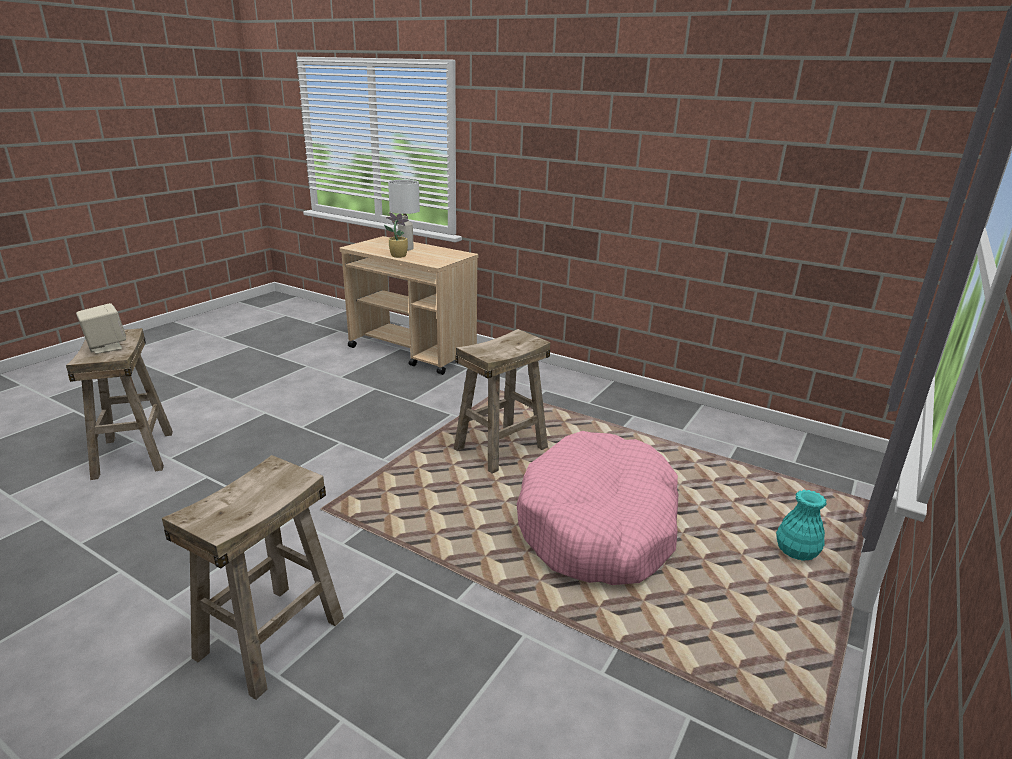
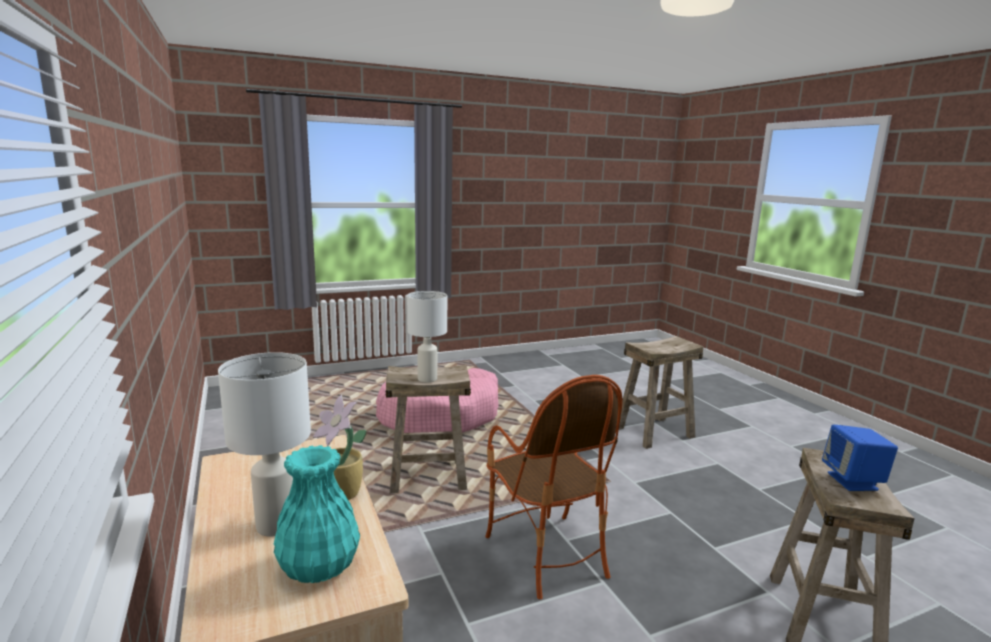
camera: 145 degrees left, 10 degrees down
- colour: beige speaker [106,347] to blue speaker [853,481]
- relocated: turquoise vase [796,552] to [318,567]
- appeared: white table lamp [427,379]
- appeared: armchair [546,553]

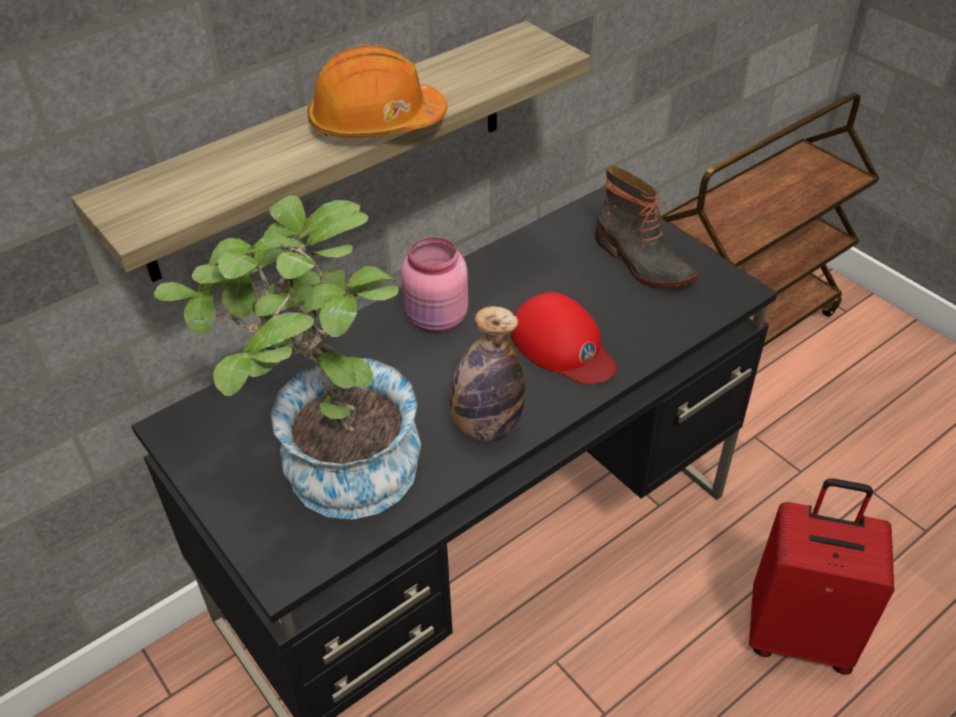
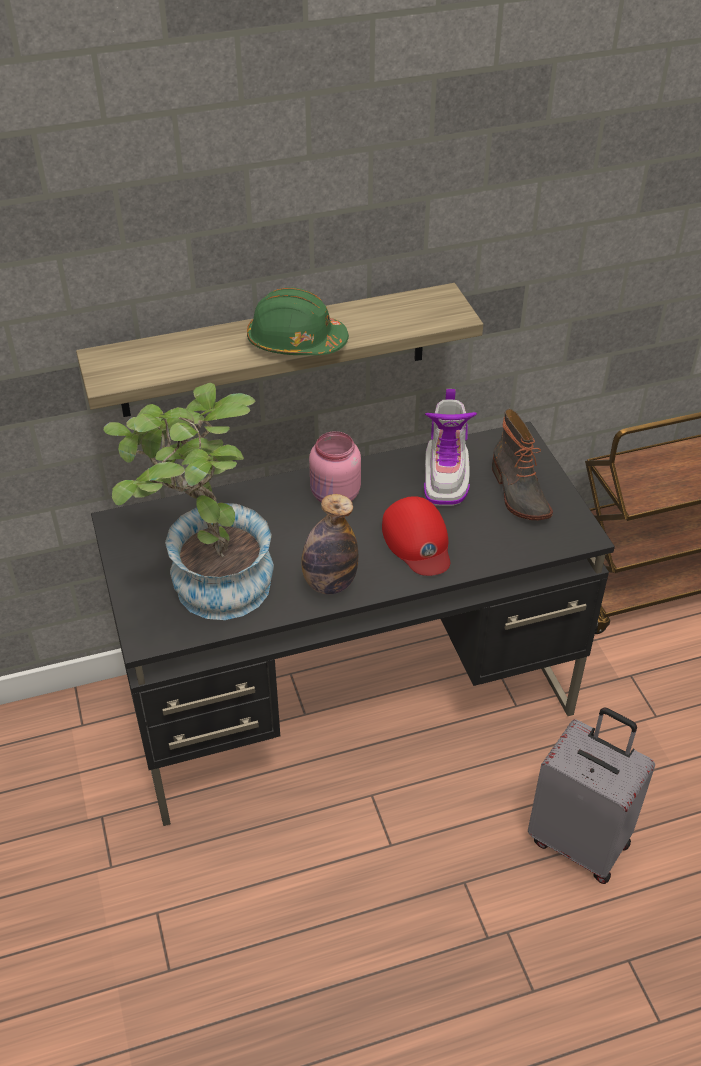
camera: 20 degrees right, 0 degrees up
- colour: orange hard hat [376,122] to green hard hat [296,342]
- colour: red suitcase [799,634] to grey suitcase [580,841]
- appeared: boot [446,476]

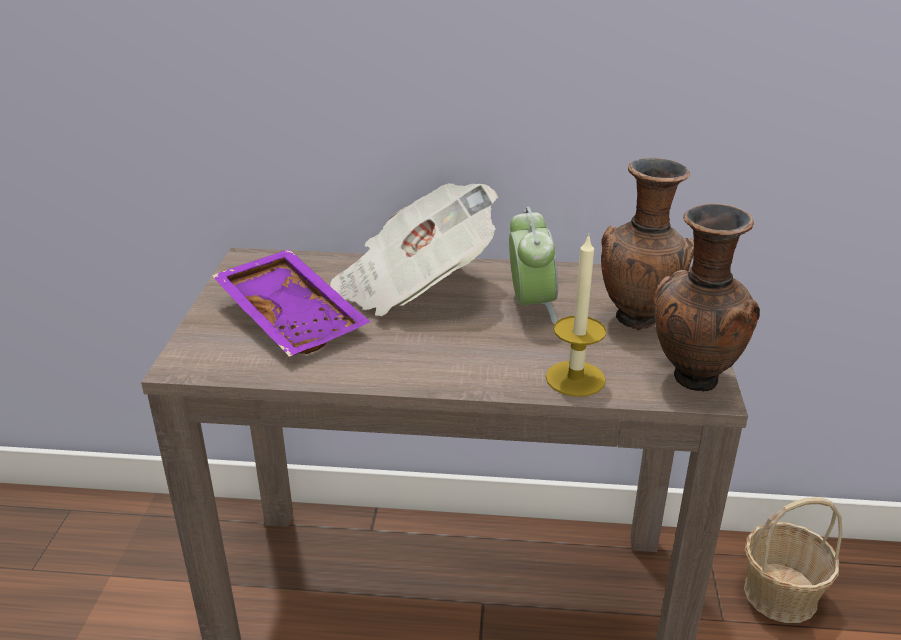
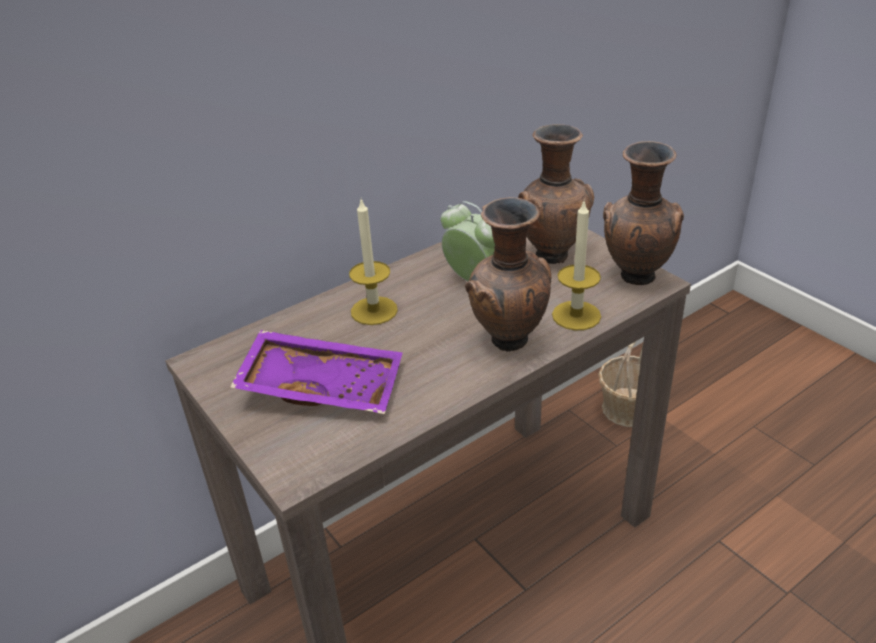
camera: 40 degrees left, 5 degrees up
- exchanged: newspaper [413,286] to candle [374,311]
- appeared: brown vase [509,343]

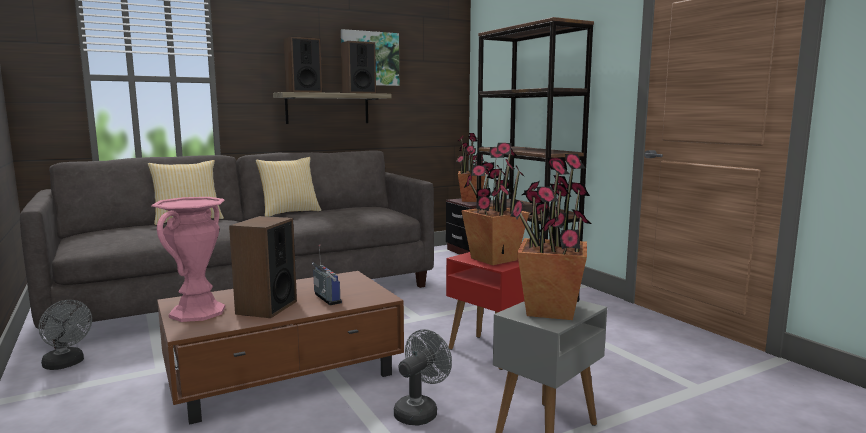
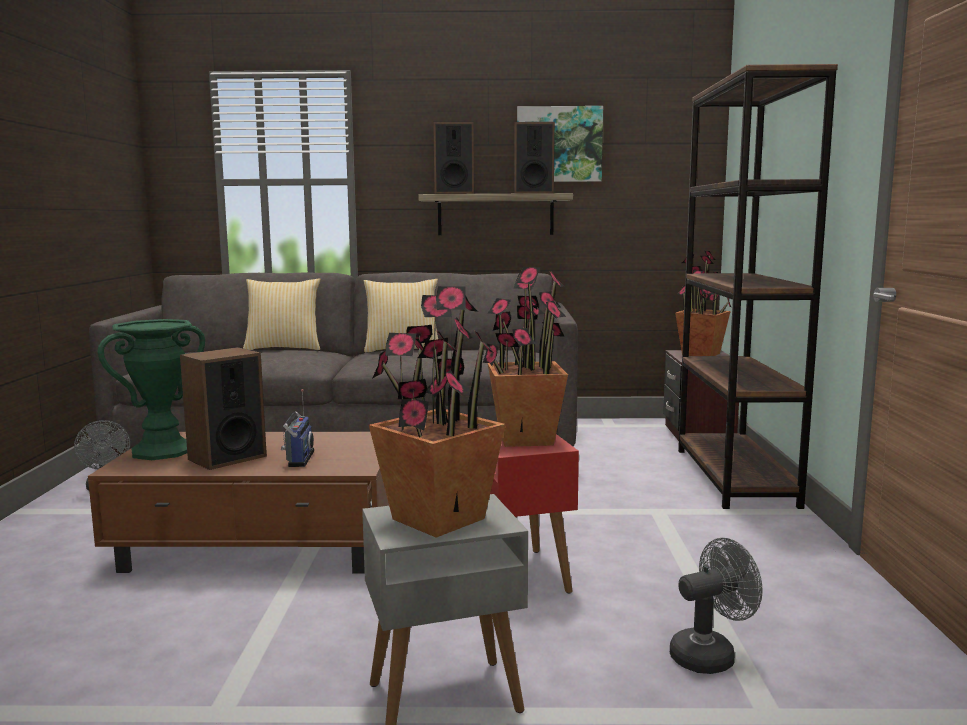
camera: 30 degrees right, 0 degrees up
- colour: pink vase [197,312] to green vase [162,451]
- relocated: grey fan [420,411] to [710,655]

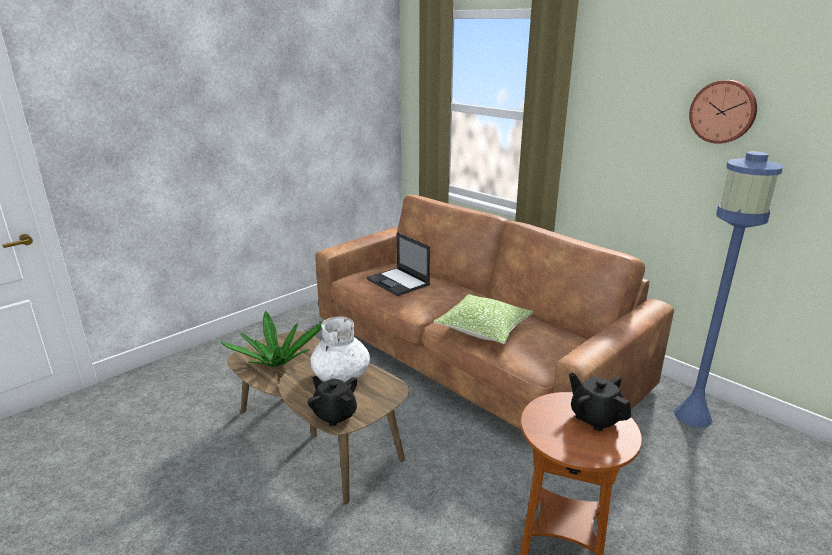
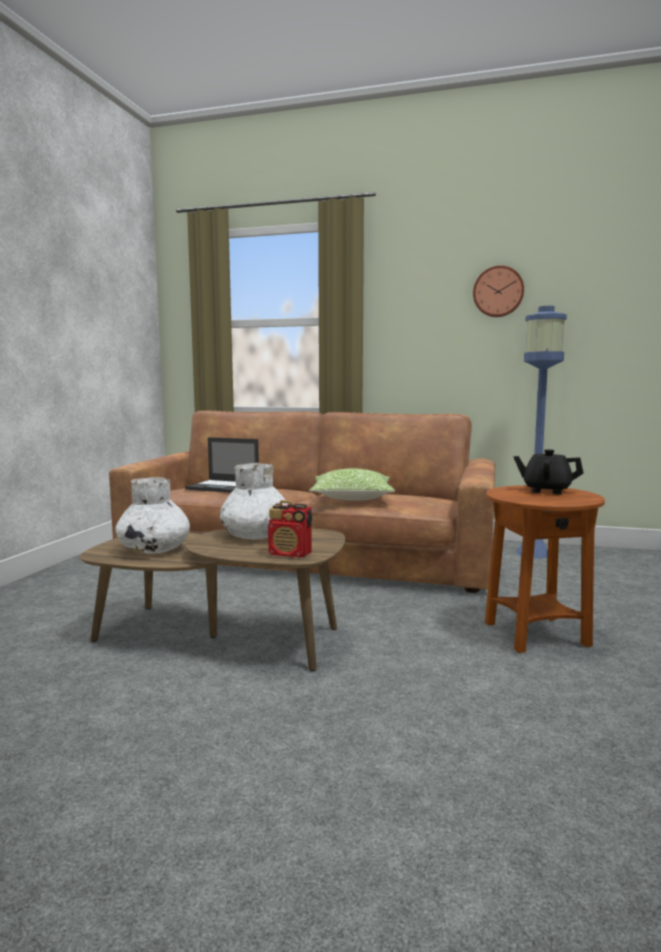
camera: 30 degrees left, 15 degrees down
- exchanged: potted plant [277,363] to white vase [154,550]
- exchanged: black teapot [334,414] to radio [290,554]

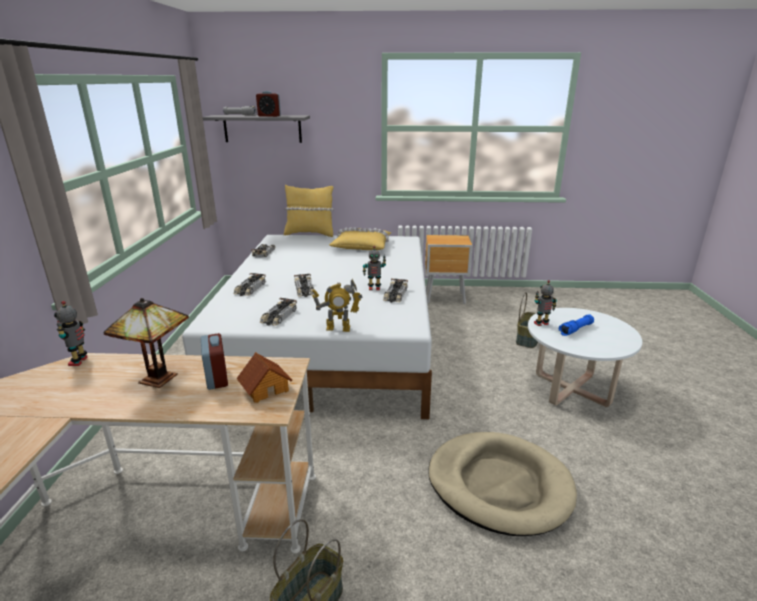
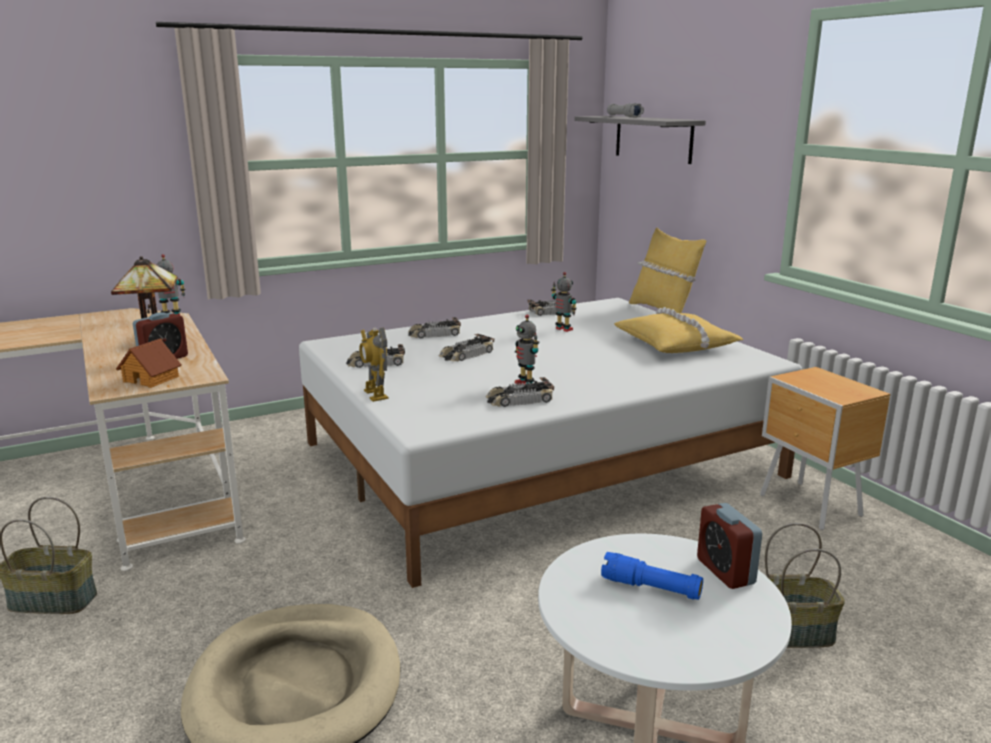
camera: 60 degrees right, 5 degrees down
- relocated: alarm clock [269,116] to [725,571]
- relocated: toy robot [541,324] to [563,329]

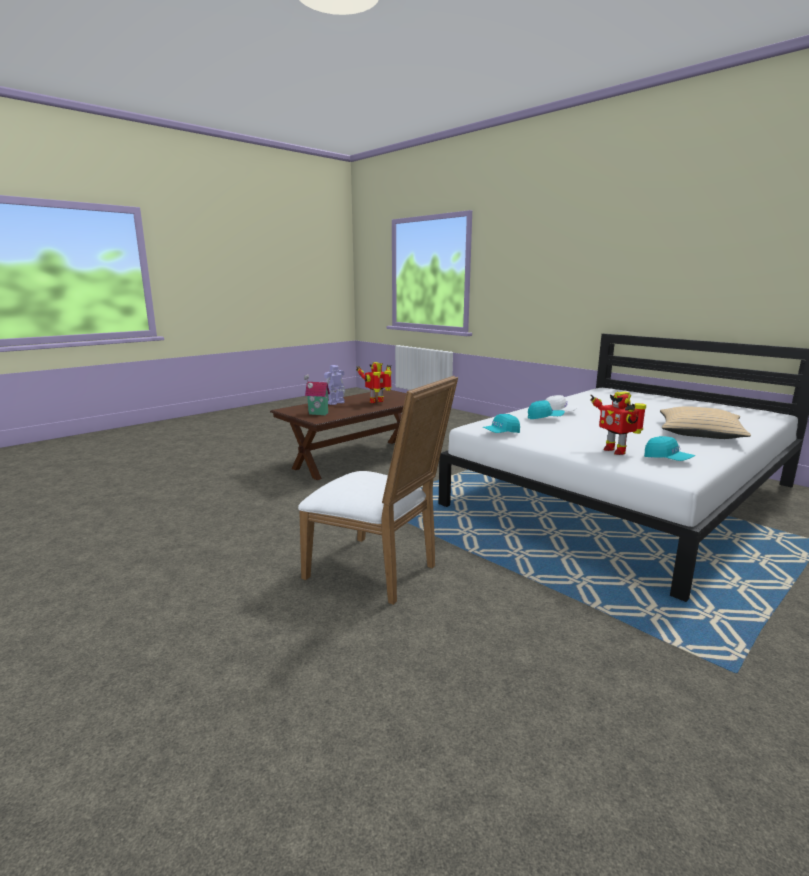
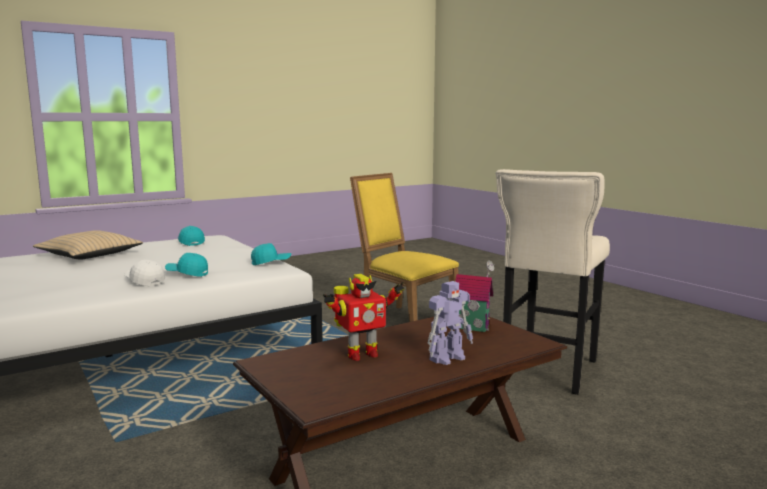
camera: 170 degrees left, 5 degrees down
- colour: white chair [378,572] to yellow chair [404,319]
- missing: toy robot [615,451]
- appeared: beige stool [547,372]

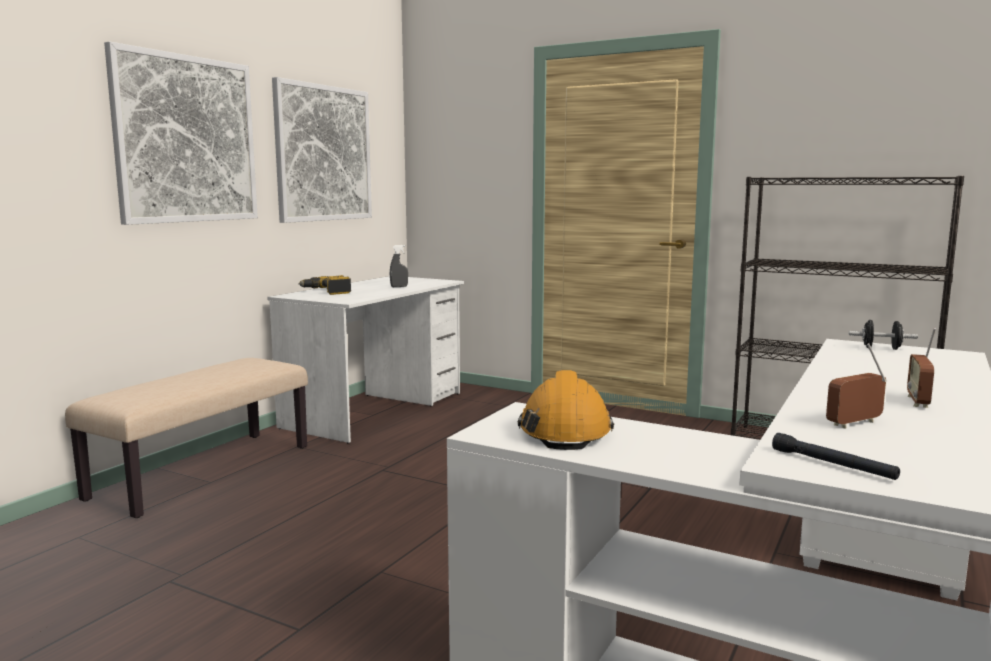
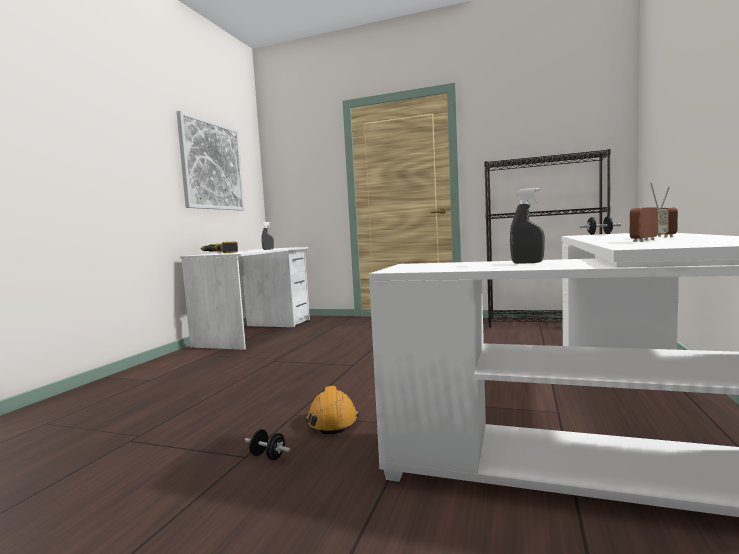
camera: 10 degrees left, 5 degrees down
- missing: beige bench [203,471]
- missing: picture [186,139]
- relocated: orange hard hat [564,431] to [332,420]
- missing: black flashlight [832,465]
- appeared: black dumbbell [268,456]
- appeared: grey spray bottle [527,263]

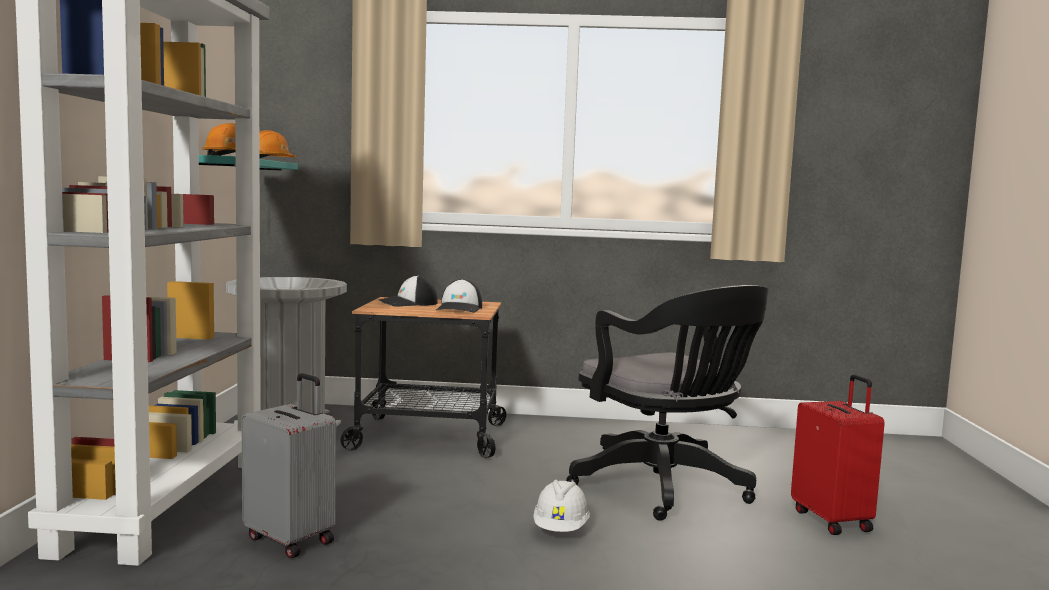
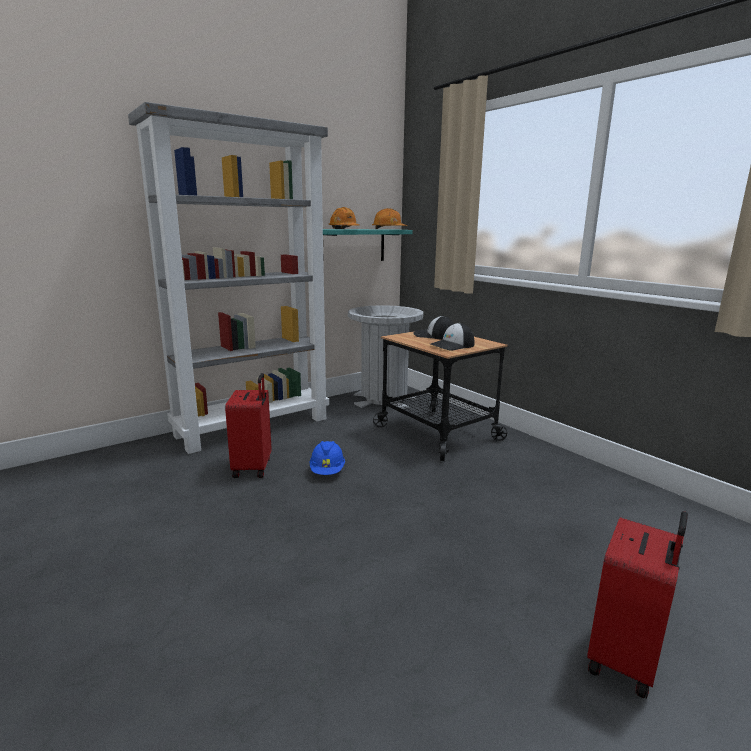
camera: 50 degrees right, 10 degrees up
- colour: grey suitcase [291,539] to red suitcase [253,468]
- missing: white hard hat [561,529]
- missing: black office chair [665,488]
- appeared: blue hard hat [327,471]

